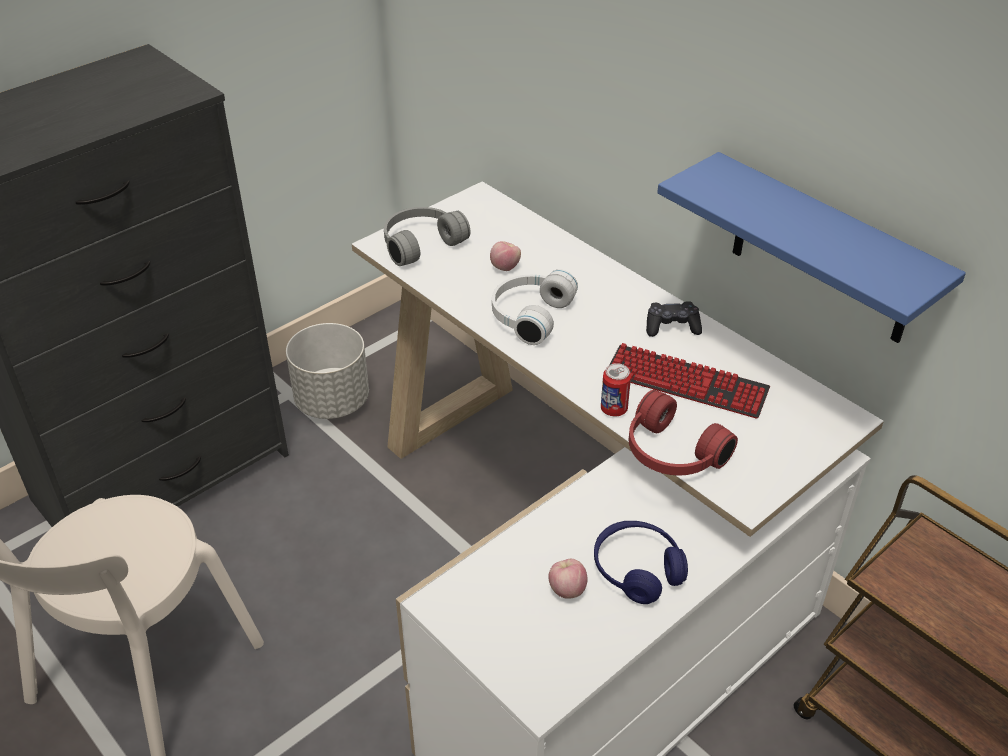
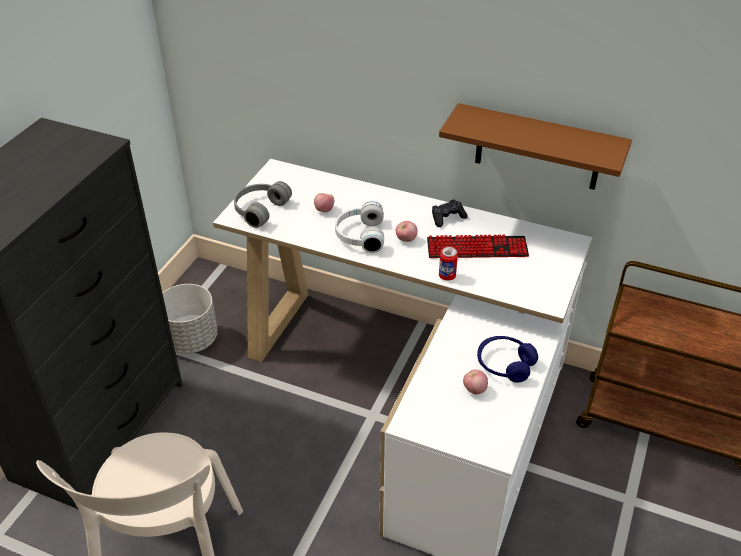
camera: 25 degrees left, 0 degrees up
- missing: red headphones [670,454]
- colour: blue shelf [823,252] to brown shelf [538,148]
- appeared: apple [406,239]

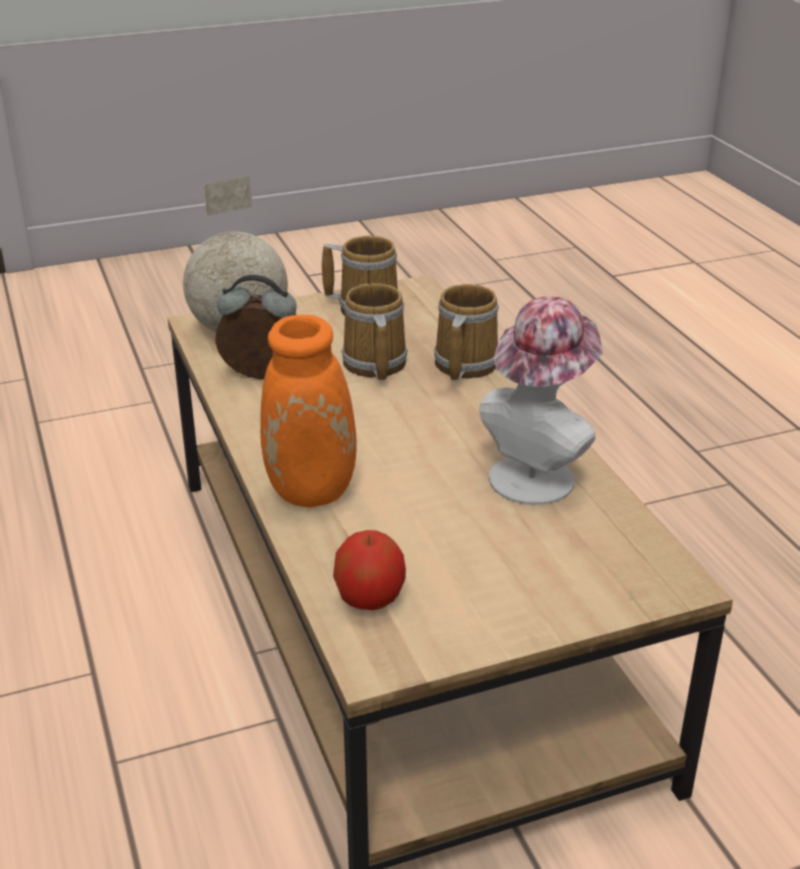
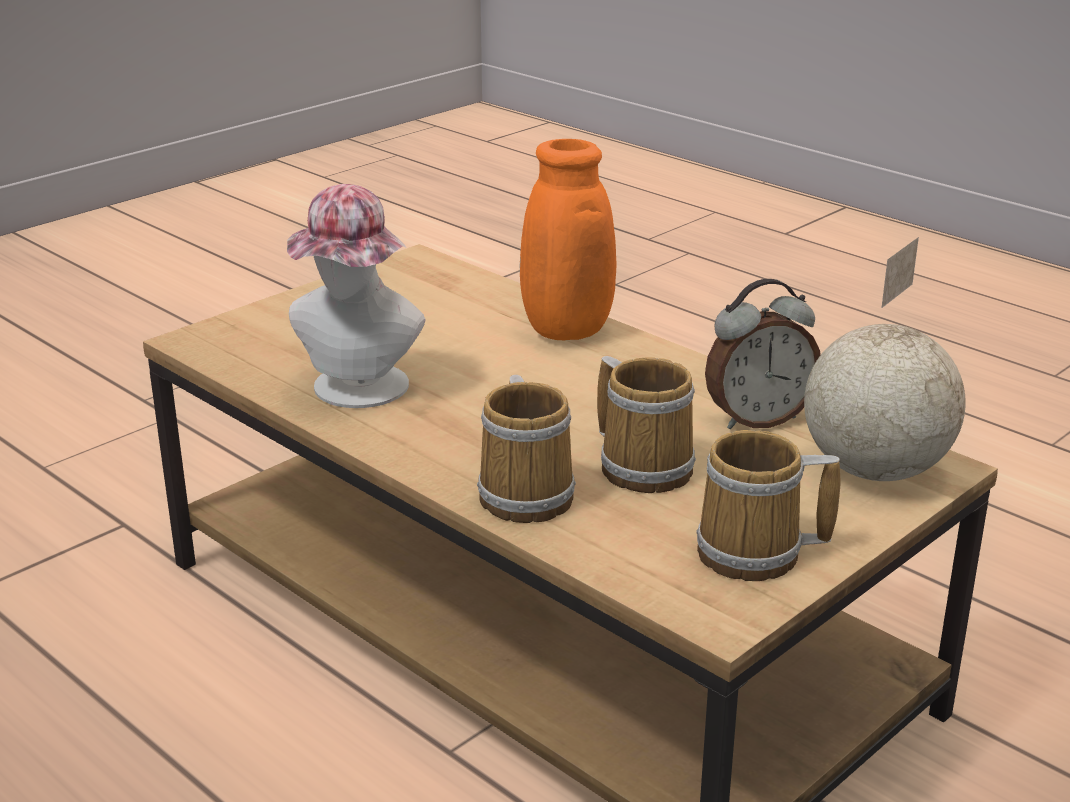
camera: 155 degrees right, 5 degrees down
- missing: apple [370,599]

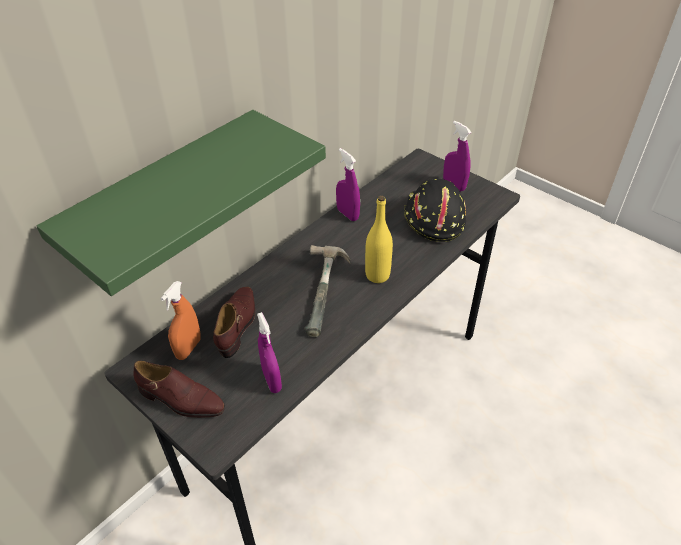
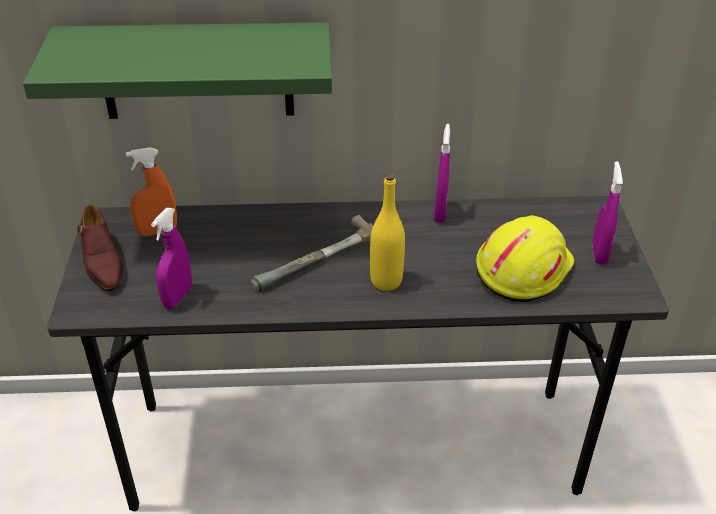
camera: 45 degrees right, 5 degrees down
- missing: brown shoe [238,324]
- colour: black hard hat [432,218] to yellow hard hat [522,269]

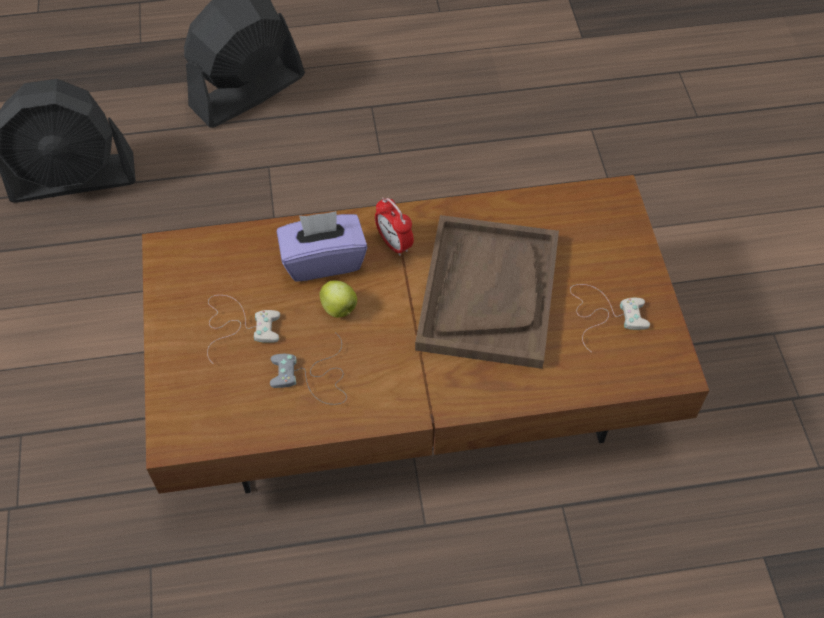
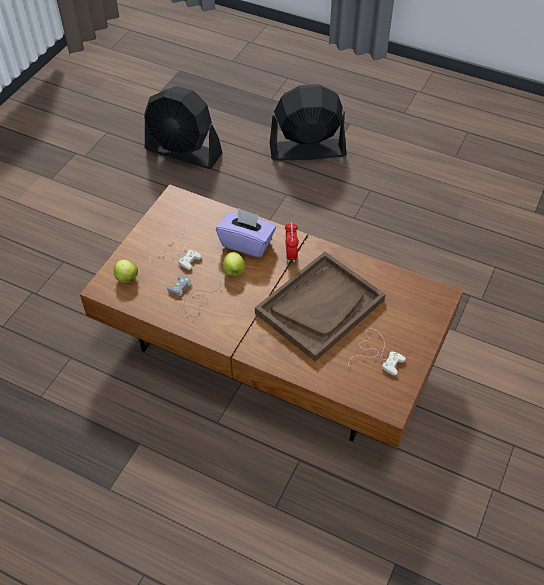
camera: 35 degrees right, 5 degrees down
- appeared: apple [126,278]

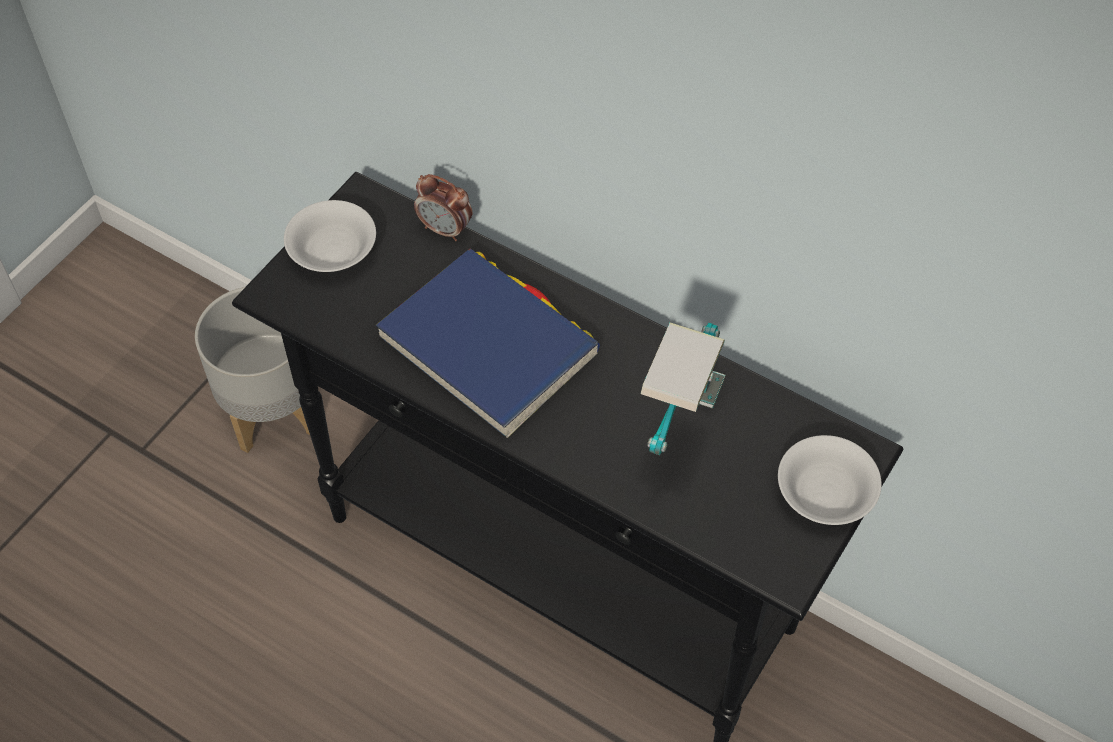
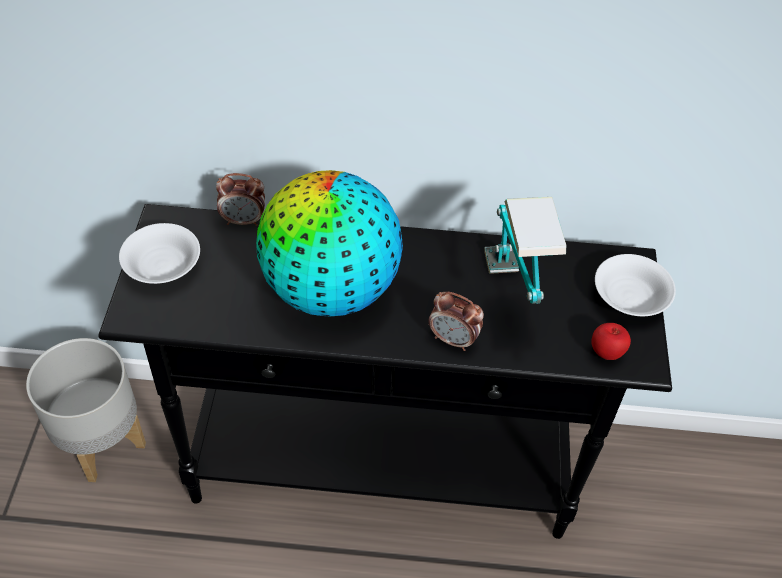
camera: 30 degrees left, 5 degrees down
- exchanged: blue book [488,346] to globe [330,290]
- appeared: alarm clock [453,340]
- appeared: apple [606,353]

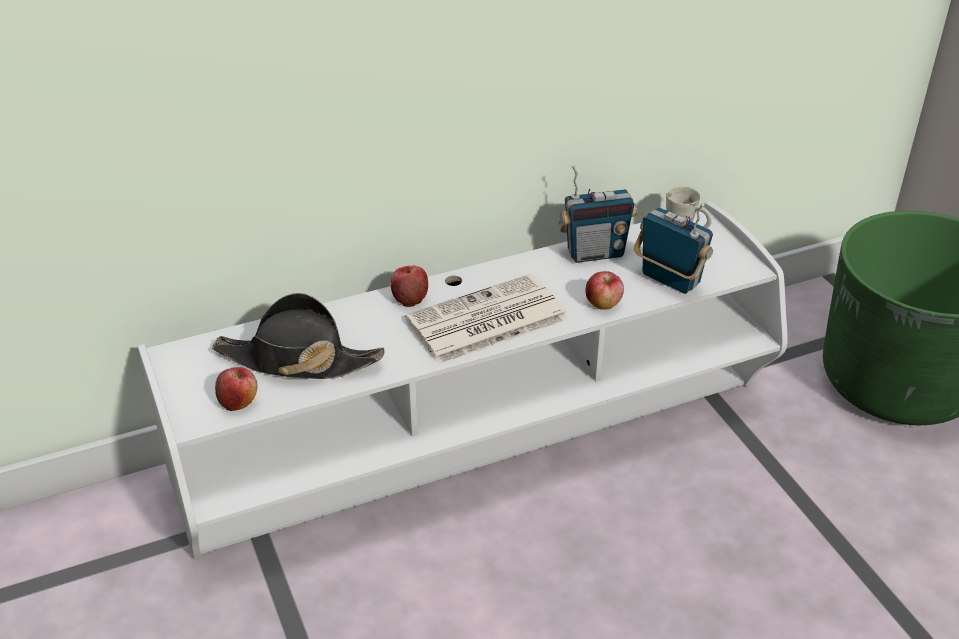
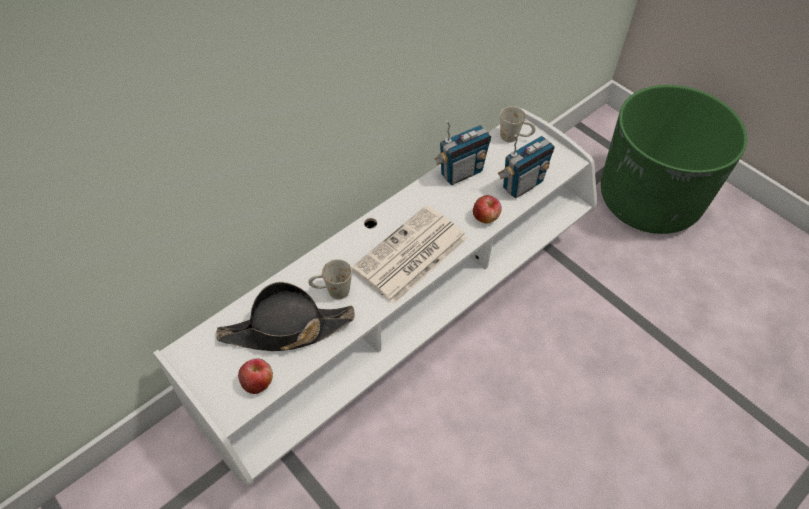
camera: 20 degrees left, 15 degrees up
- missing: apple [409,297]
- spun: radio [670,280] = [522,185] 120 degrees clockwise
- appeared: white mug [331,291]

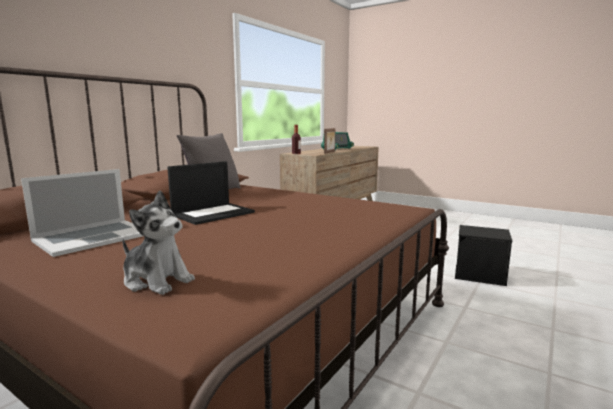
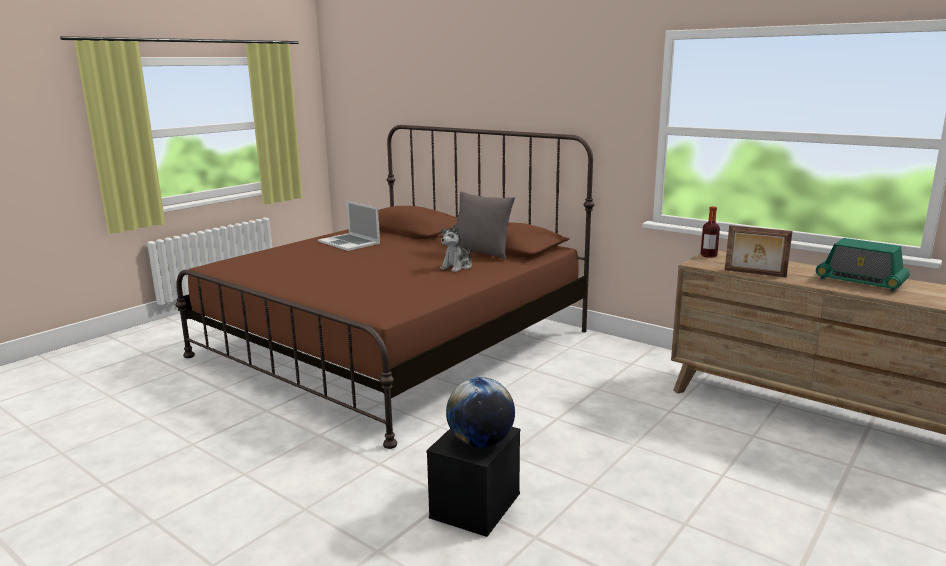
camera: 95 degrees right, 5 degrees up
- relocated: plush toy [157,281] to [457,267]
- missing: laptop [213,213]
- appeared: globe [481,442]

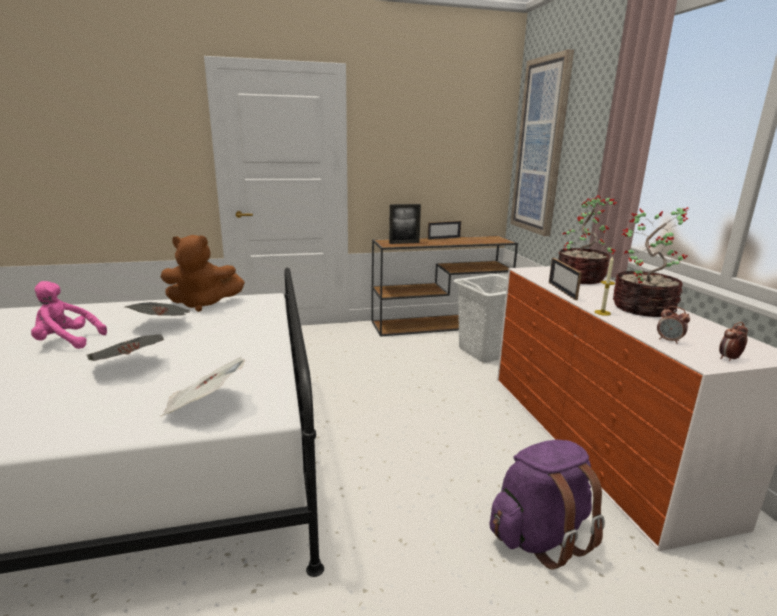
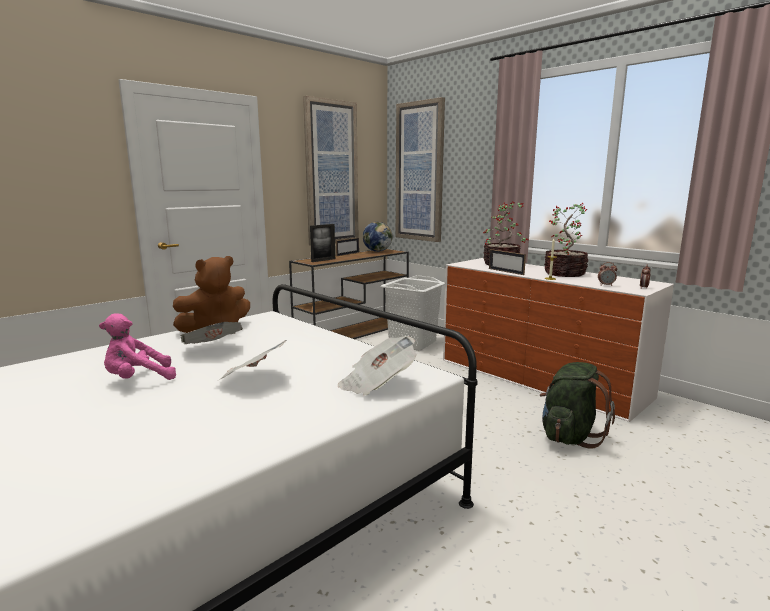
camera: 30 degrees left, 5 degrees down
- colour: purple backpack [540,536] to green backpack [569,436]
- appeared: picture [331,173]
- appeared: globe [377,251]

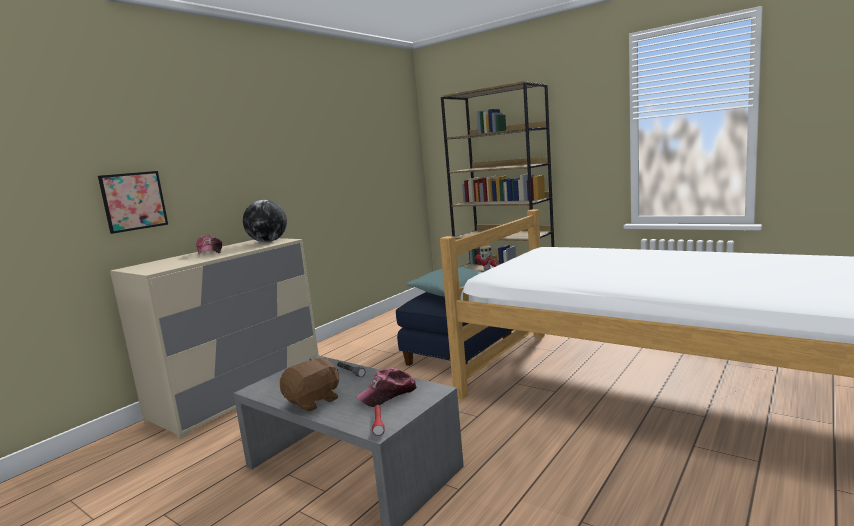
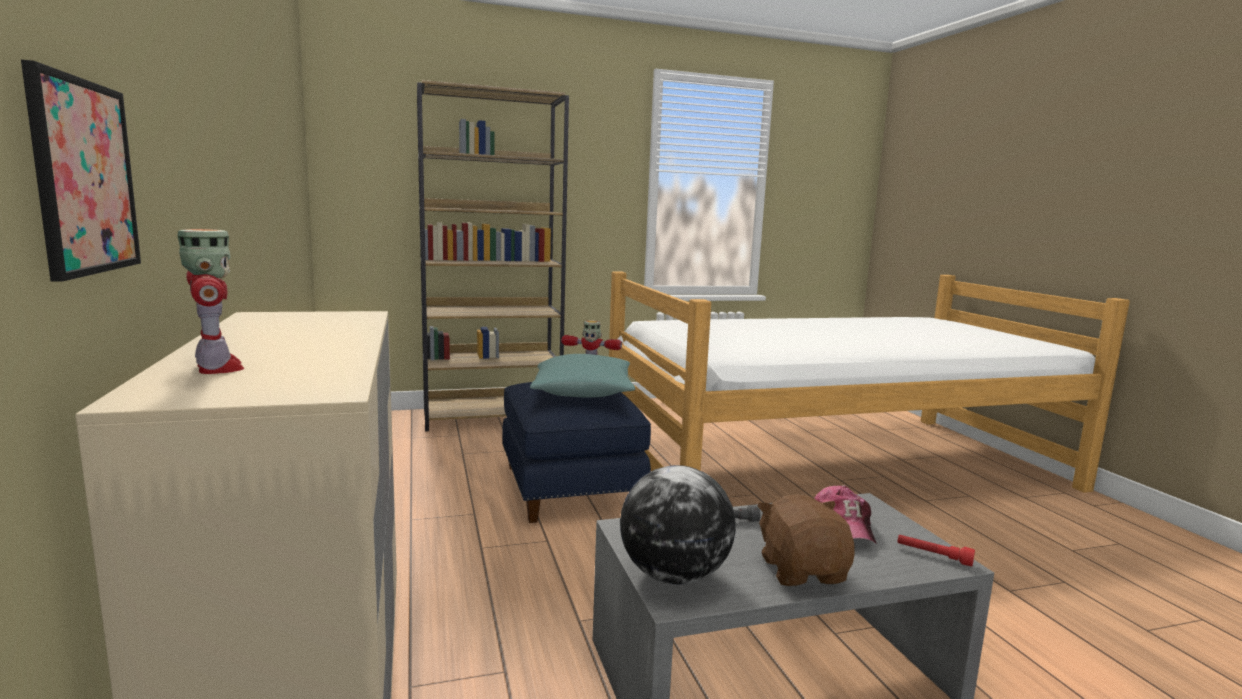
camera: 55 degrees left, 0 degrees up
- missing: cap [210,252]
- relocated: globe [268,242] to [674,576]
- appeared: toy robot [217,368]

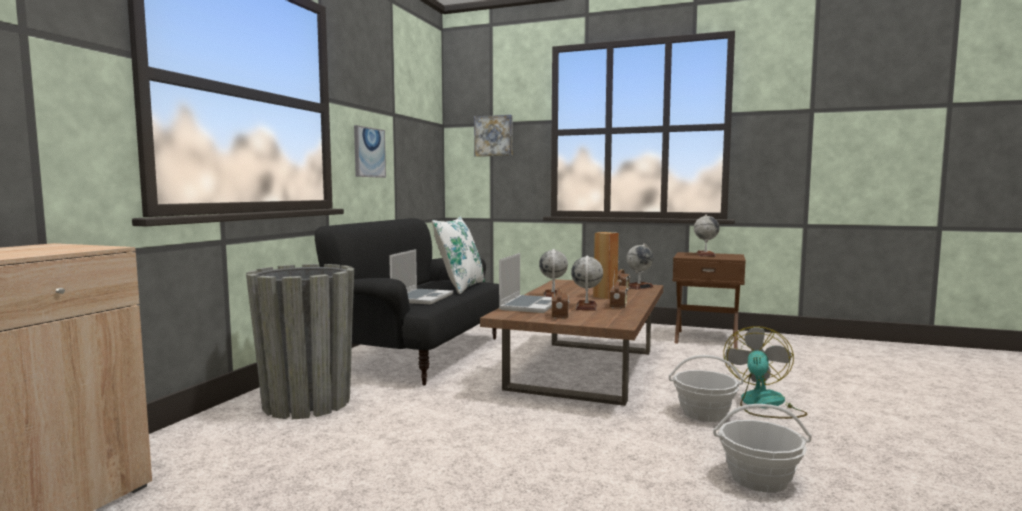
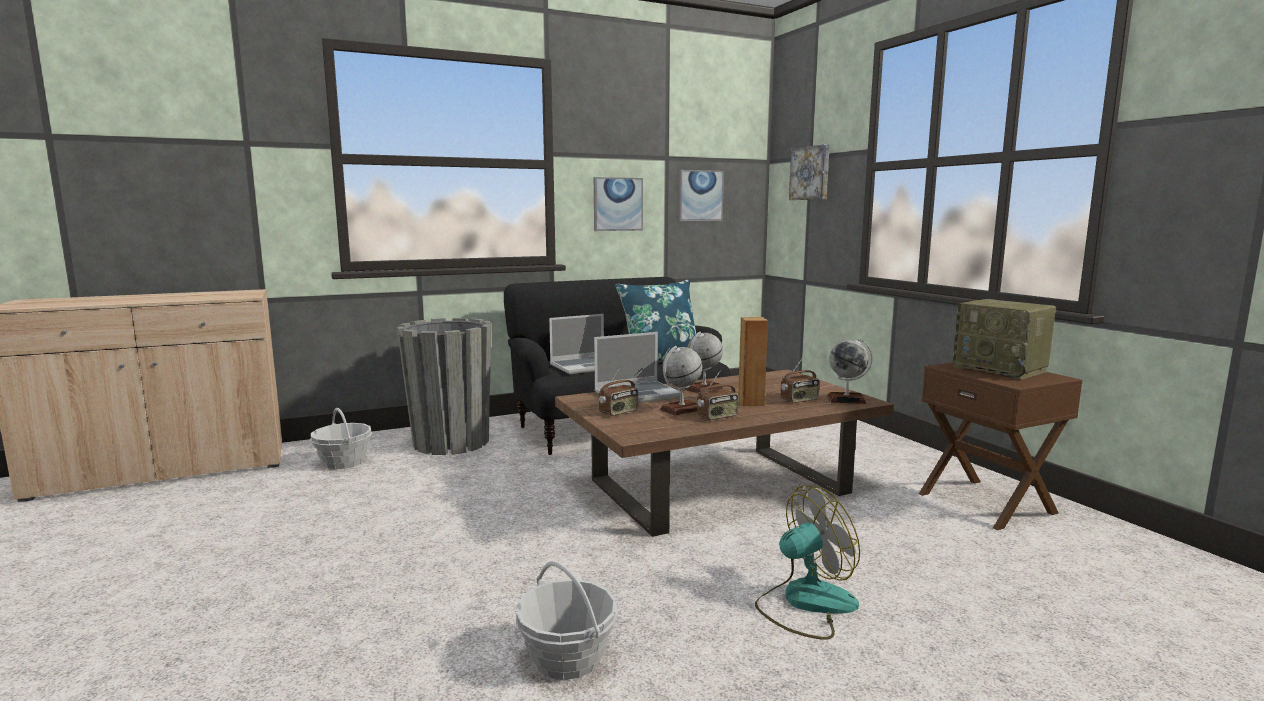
camera: 45 degrees right, 5 degrees up
- colour: white pillow [460,287] to blue pillow [660,361]
- relocated: basket [704,414] to [344,462]
- exchanged: globe [705,254] to radio [1001,369]
- appeared: picture [700,195]

